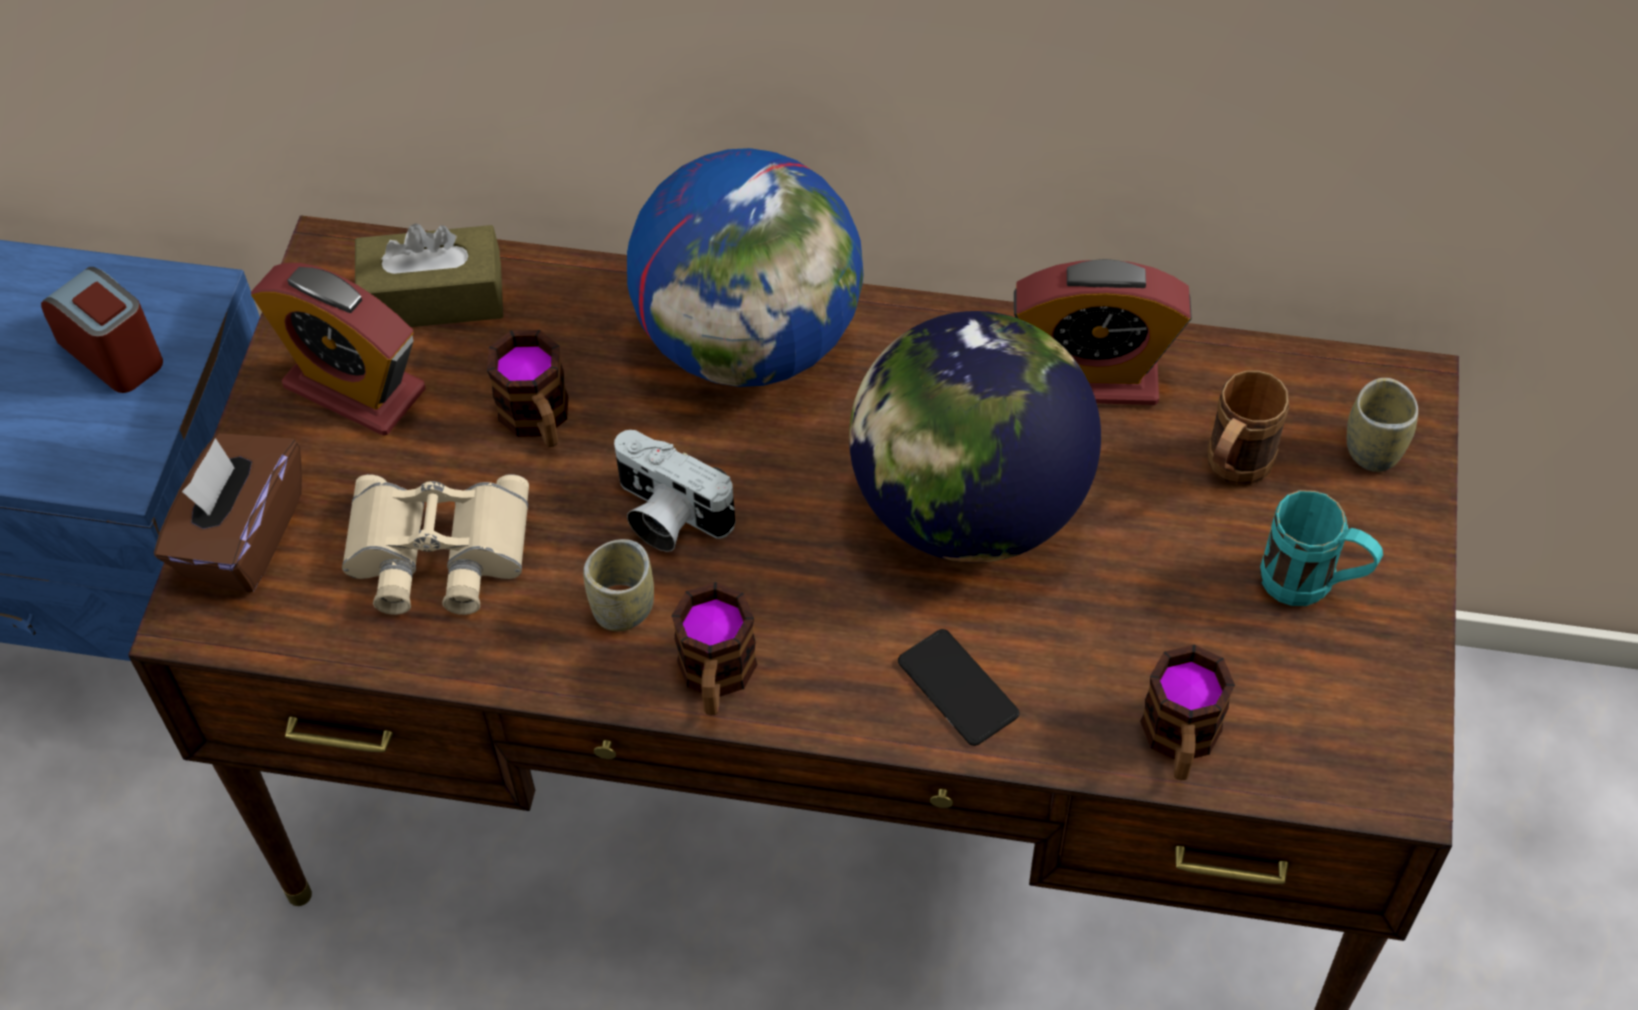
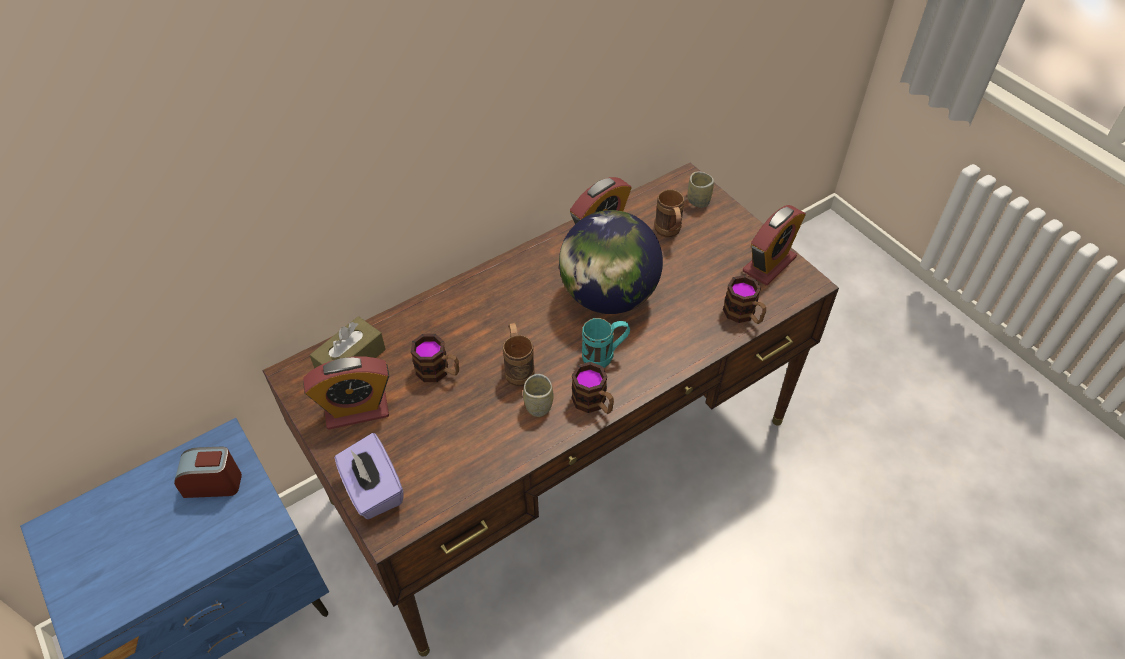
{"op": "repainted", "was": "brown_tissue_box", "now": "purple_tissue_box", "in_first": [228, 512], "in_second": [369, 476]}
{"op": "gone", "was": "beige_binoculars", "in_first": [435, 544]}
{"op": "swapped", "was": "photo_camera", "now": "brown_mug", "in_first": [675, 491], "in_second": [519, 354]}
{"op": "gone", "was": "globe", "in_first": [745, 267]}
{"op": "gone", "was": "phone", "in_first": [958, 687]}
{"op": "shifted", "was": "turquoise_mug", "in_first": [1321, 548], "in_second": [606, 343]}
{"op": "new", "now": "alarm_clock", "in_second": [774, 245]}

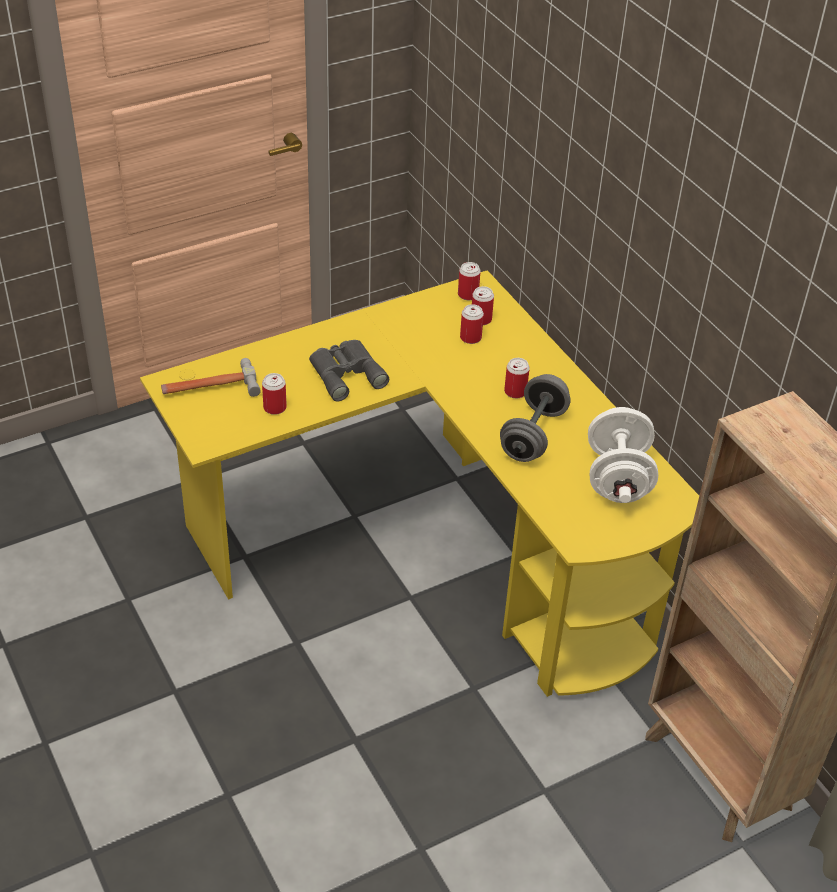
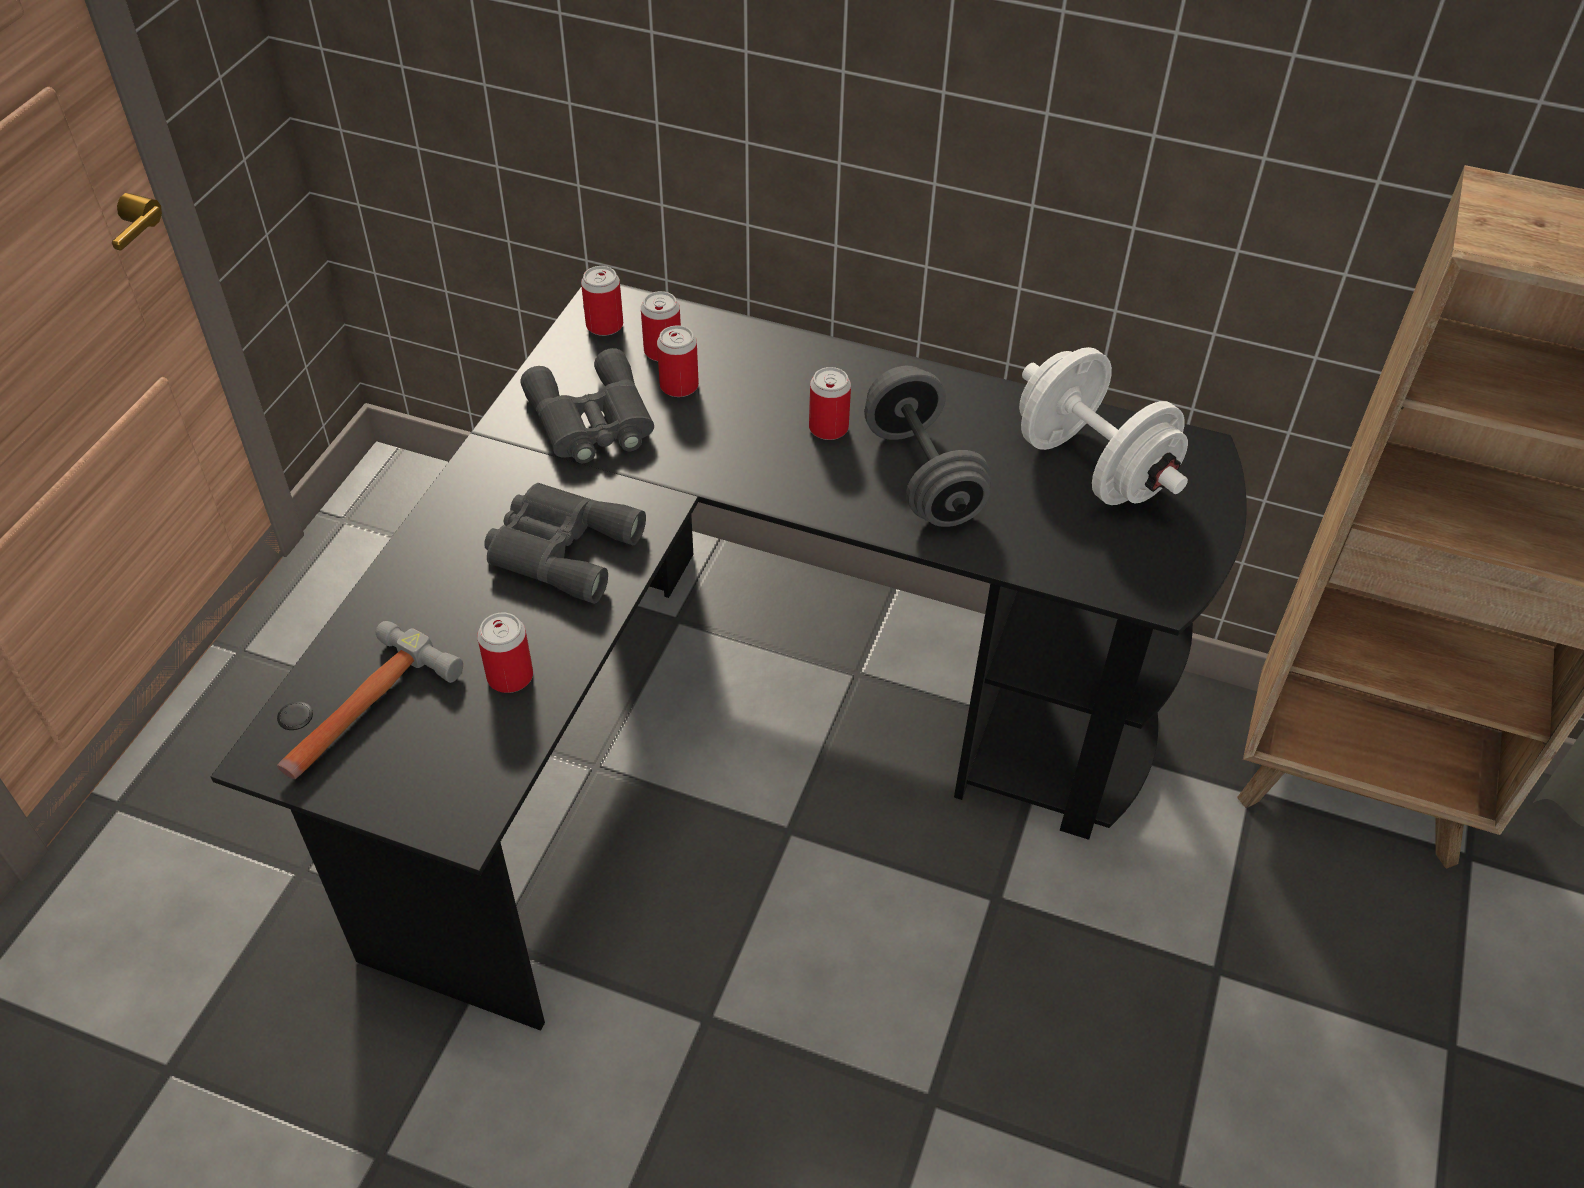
{"op": "repainted", "was": "yellow_desk", "now": "black_desk", "in_first": [419, 483], "in_second": [728, 657]}
{"op": "new", "now": "grey_binoculars", "in_second": [587, 405]}

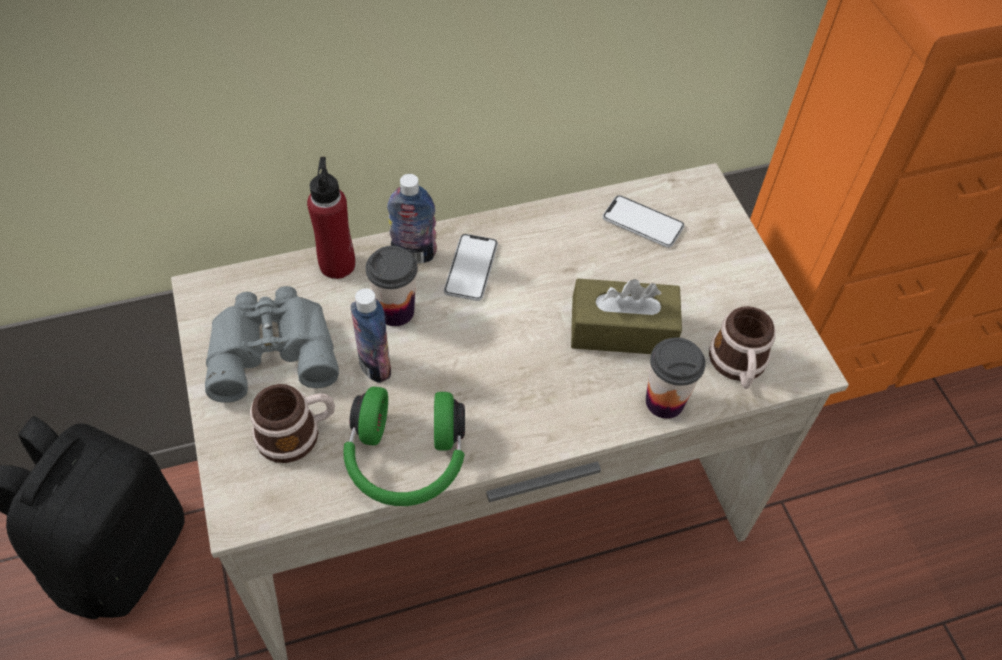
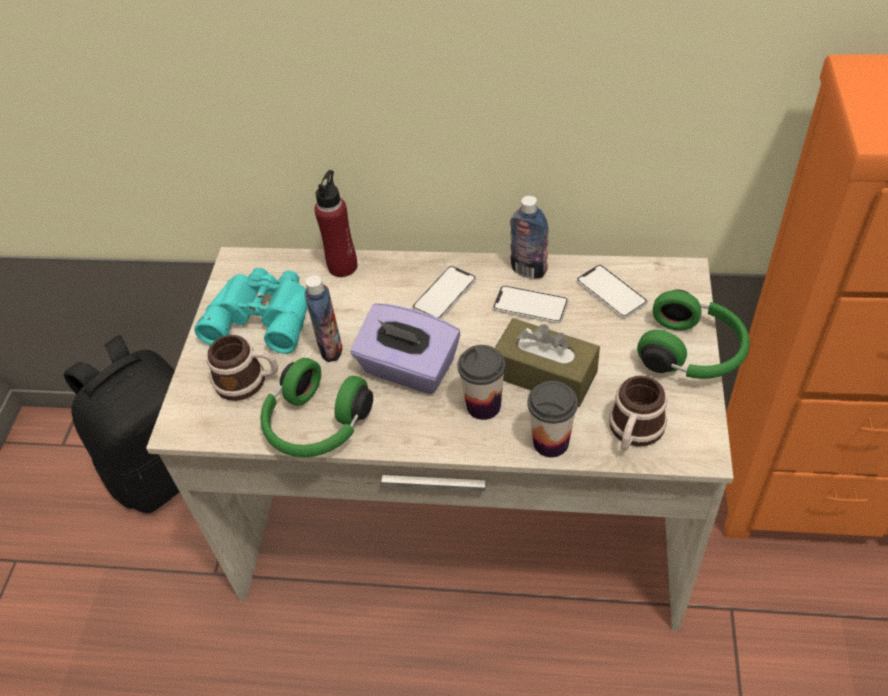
{"op": "repainted", "was": "grey_binoculars", "now": "turquoise_binoculars", "in_first": [272, 344], "in_second": [250, 311]}
{"op": "shifted", "was": "cup", "in_first": [392, 286], "in_second": [481, 382]}
{"op": "shifted", "was": "bottle", "in_first": [412, 219], "in_second": [529, 237]}
{"op": "new", "now": "purple_tissue_box", "in_second": [405, 348]}
{"op": "new", "now": "phone", "in_second": [531, 304]}
{"op": "new", "now": "green_headphones", "in_second": [693, 334]}

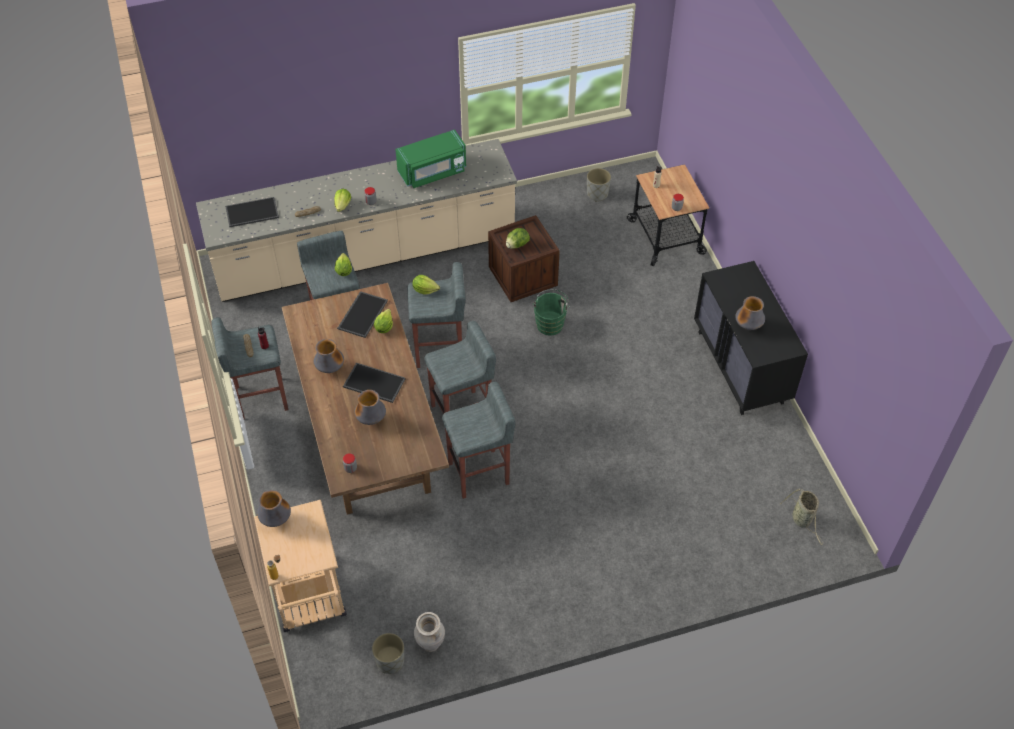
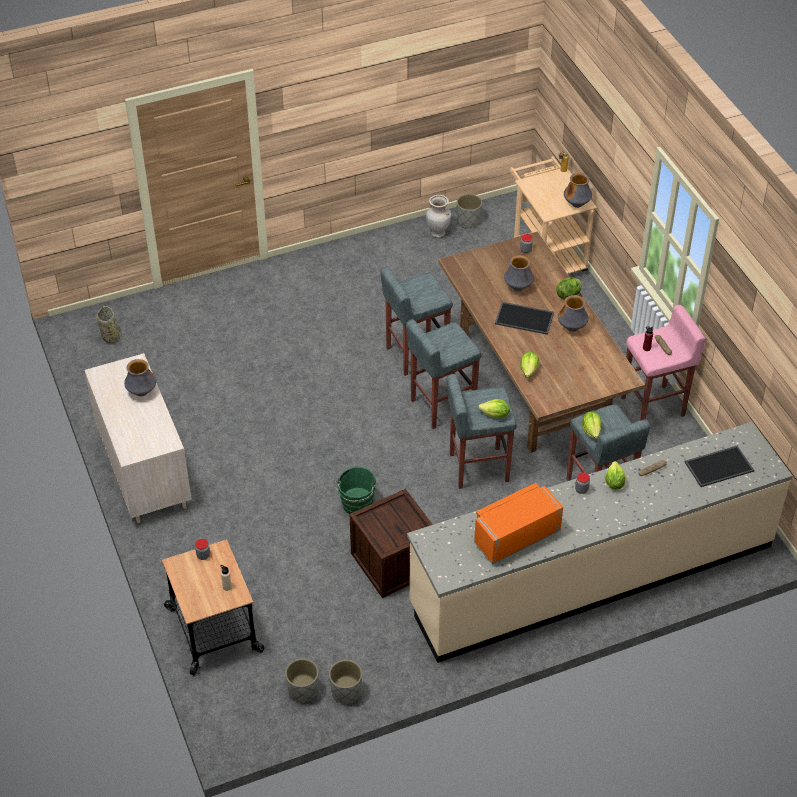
{"op": "repainted", "was": "grey_stool", "now": "pink_stool", "in_first": [249, 368], "in_second": [663, 363]}
{"op": "gone", "was": "tray", "in_first": [362, 314]}
{"op": "repainted", "was": "green_microwave", "now": "orange_microwave", "in_first": [430, 158], "in_second": [518, 524]}
{"op": "shifted", "was": "lettuce", "in_first": [518, 238], "in_second": [568, 288]}
{"op": "repainted", "was": "black_dresser", "now": "beige_dresser", "in_first": [751, 338], "in_second": [138, 438]}
{"op": "new", "now": "grey_planter", "in_second": [345, 682]}

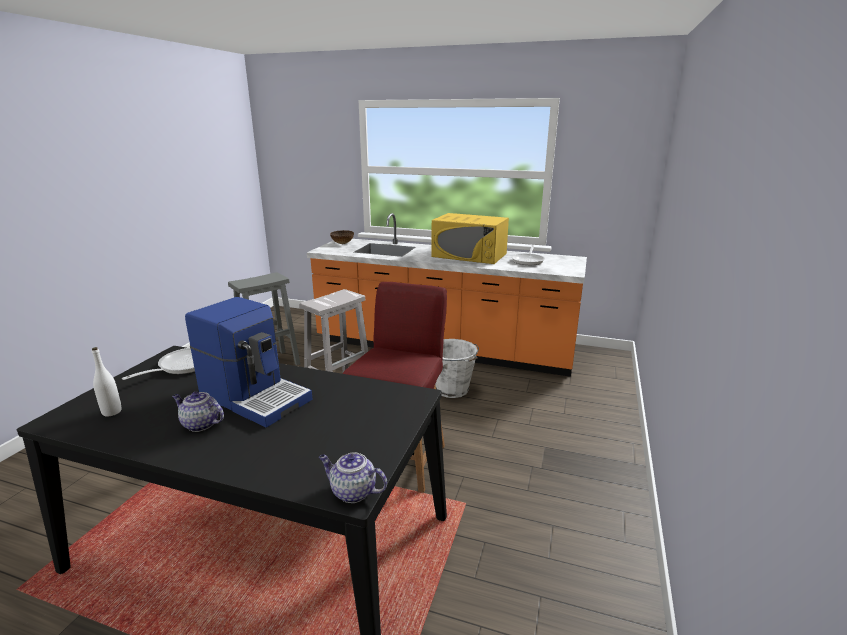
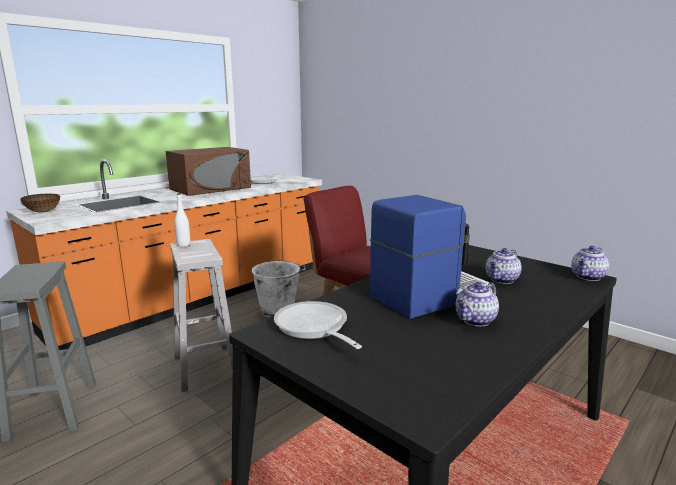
{"op": "shifted", "was": "white_bottle", "in_first": [107, 381], "in_second": [182, 220]}
{"op": "repainted", "was": "yellow_microwave", "now": "brown_microwave", "in_first": [470, 238], "in_second": [208, 171]}
{"op": "new", "now": "teapot", "in_second": [504, 266]}

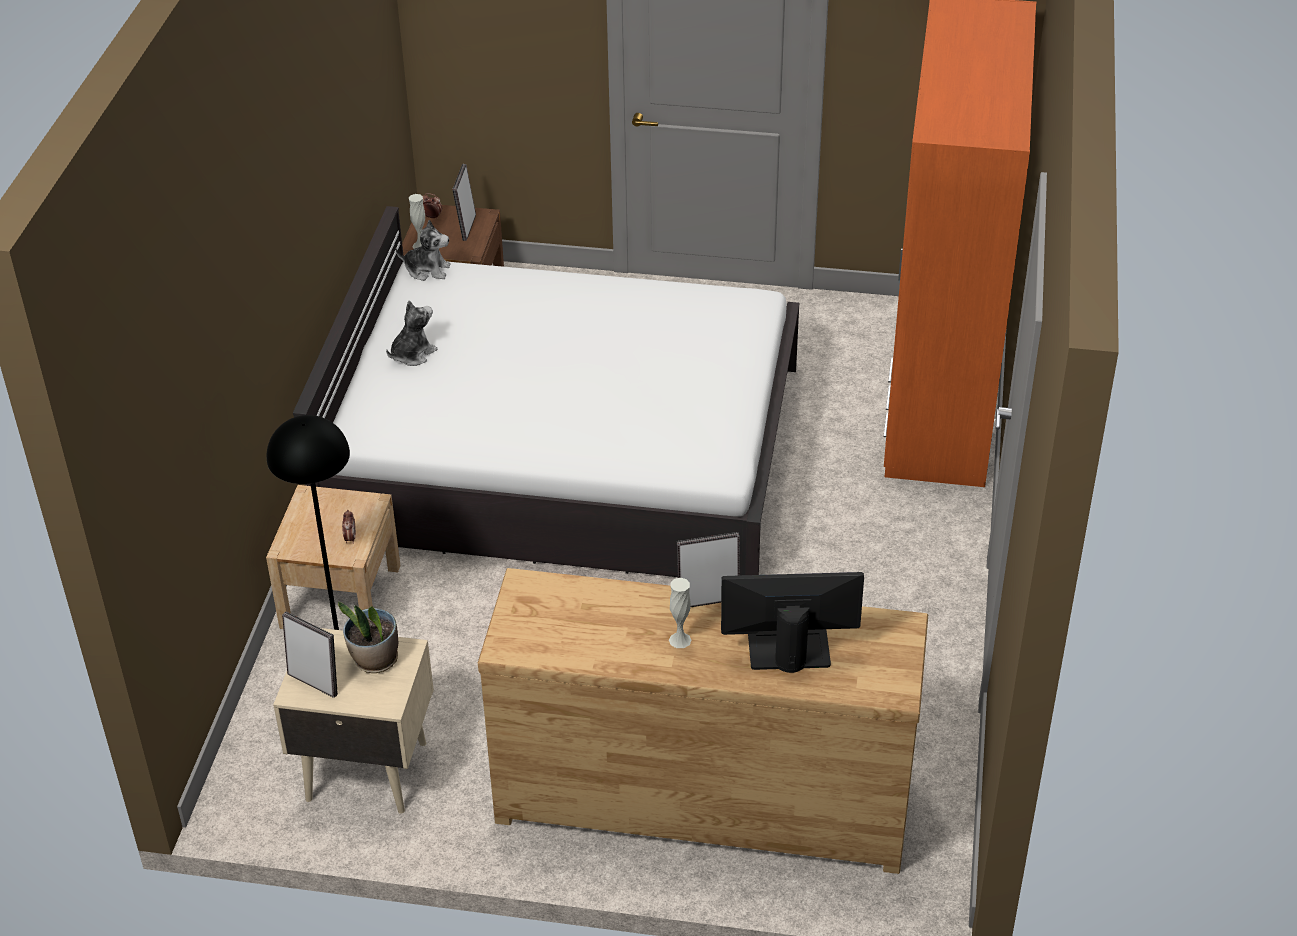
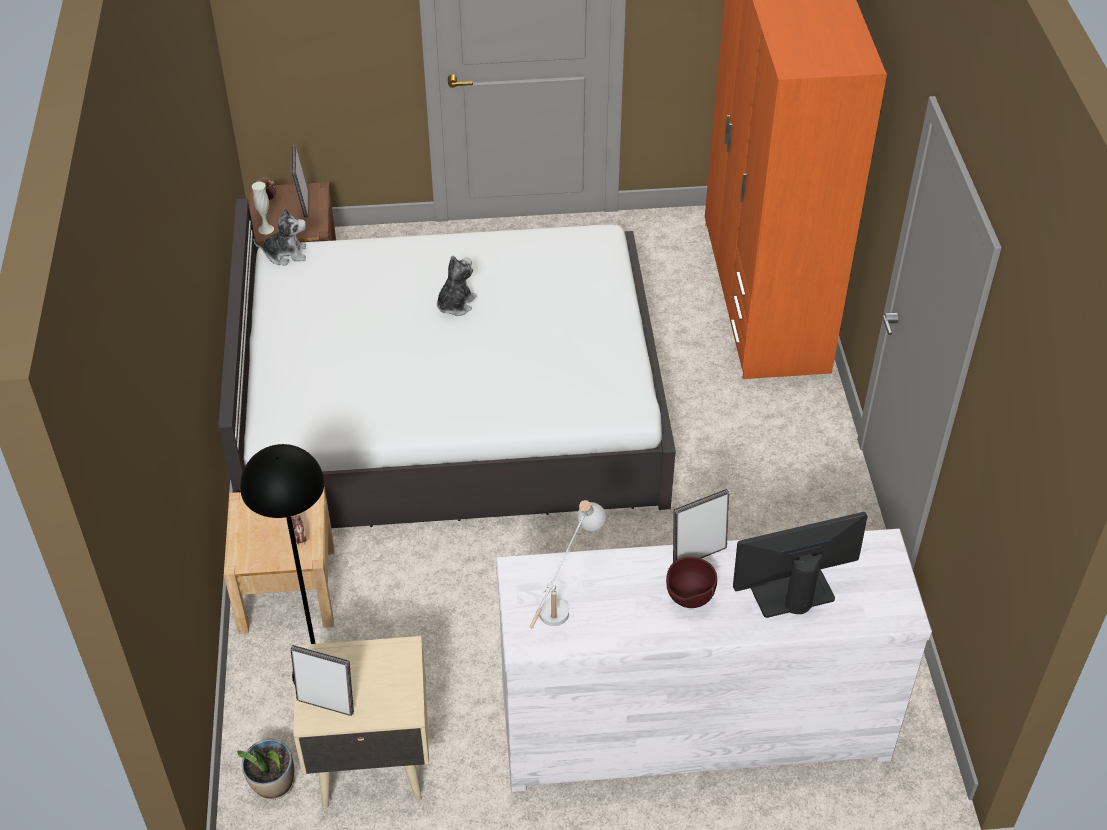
{"op": "shifted", "was": "potted_plant", "in_first": [368, 637], "in_second": [265, 769]}
{"op": "shifted", "was": "plush_toy", "in_first": [412, 333], "in_second": [457, 286]}
{"op": "repainted", "was": "brown_dresser", "now": "white_dresser", "in_first": [703, 721], "in_second": [714, 660]}
{"op": "swapped", "was": "white_vase", "now": "brown_bowl", "in_first": [680, 613], "in_second": [691, 582]}
{"op": "new", "now": "white_table_lamp", "in_second": [568, 564]}

